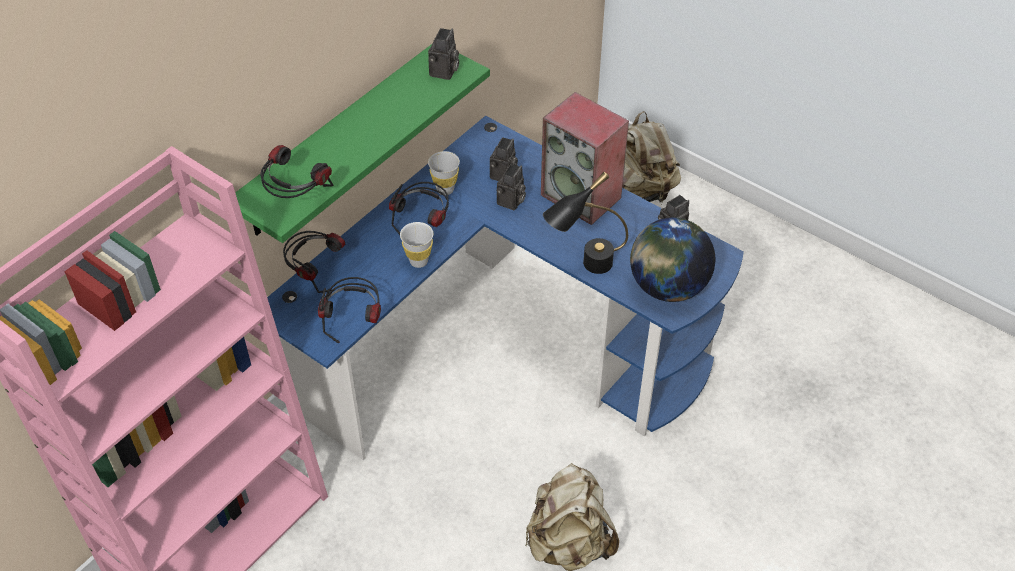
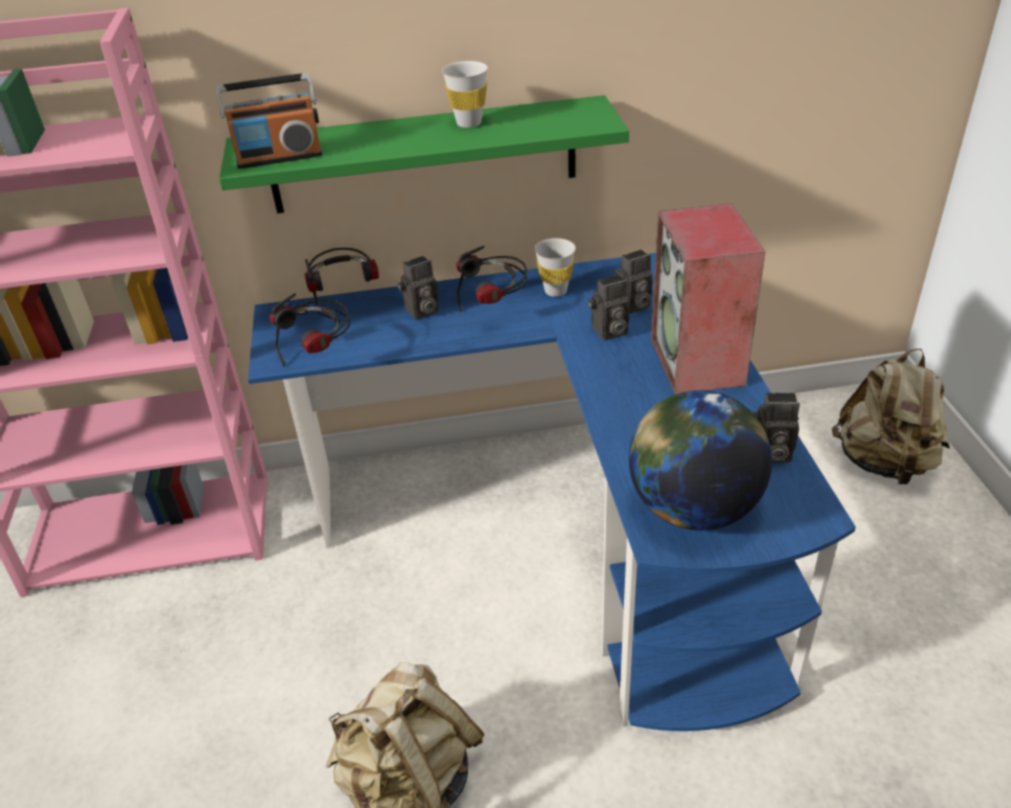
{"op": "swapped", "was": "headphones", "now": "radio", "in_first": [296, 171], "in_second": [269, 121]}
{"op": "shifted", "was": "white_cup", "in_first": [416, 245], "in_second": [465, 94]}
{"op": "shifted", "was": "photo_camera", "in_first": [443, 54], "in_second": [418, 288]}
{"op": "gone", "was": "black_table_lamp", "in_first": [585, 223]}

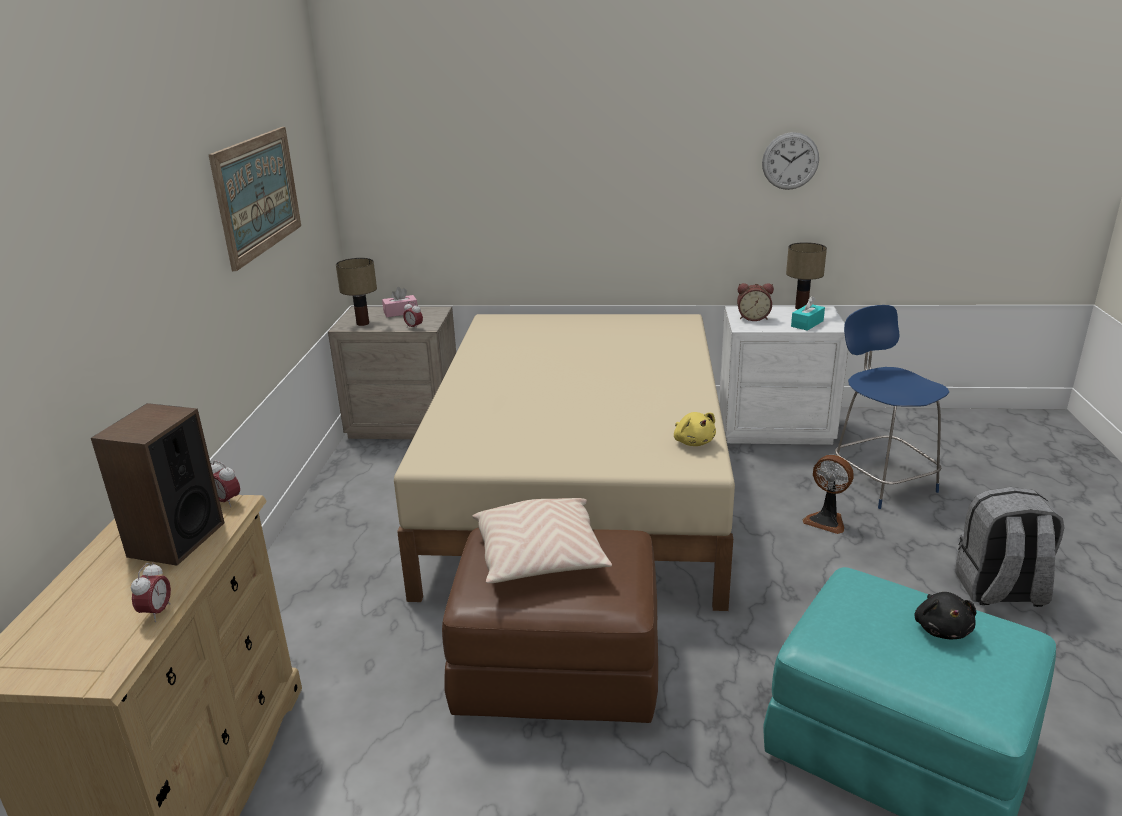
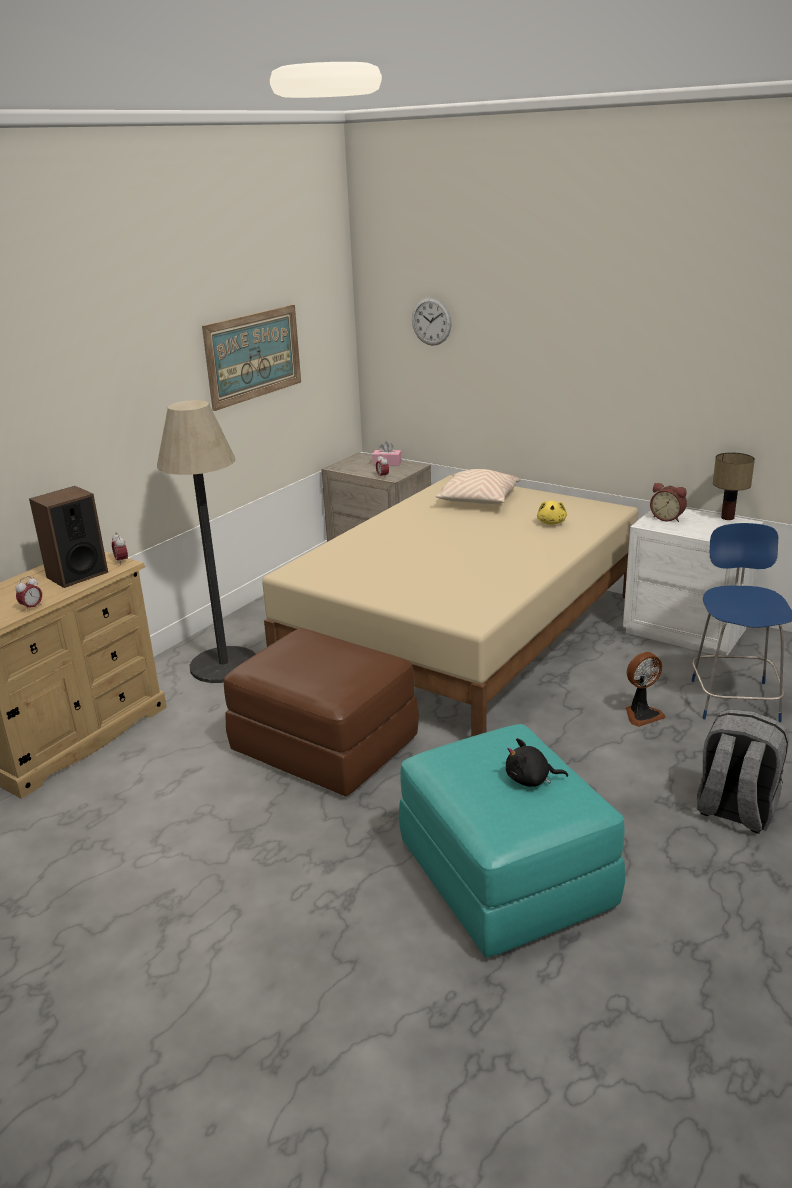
{"op": "gone", "was": "table_lamp", "in_first": [356, 292]}
{"op": "shifted", "was": "beige_pillow", "in_first": [542, 540], "in_second": [478, 486]}
{"op": "shifted", "was": "yellow_plush_toy", "in_first": [695, 429], "in_second": [552, 513]}
{"op": "shifted", "was": "wall_clock", "in_first": [790, 161], "in_second": [432, 321]}
{"op": "gone", "was": "turquoise_tissue_box", "in_first": [808, 313]}
{"op": "rotated", "was": "fan", "in_first": [828, 494], "in_second": [646, 689], "clockwise": -90}
{"op": "rotated", "was": "black_plush_toy", "in_first": [945, 615], "in_second": [537, 762], "clockwise": 60}
{"op": "new", "now": "floor_lamp", "in_second": [206, 541]}

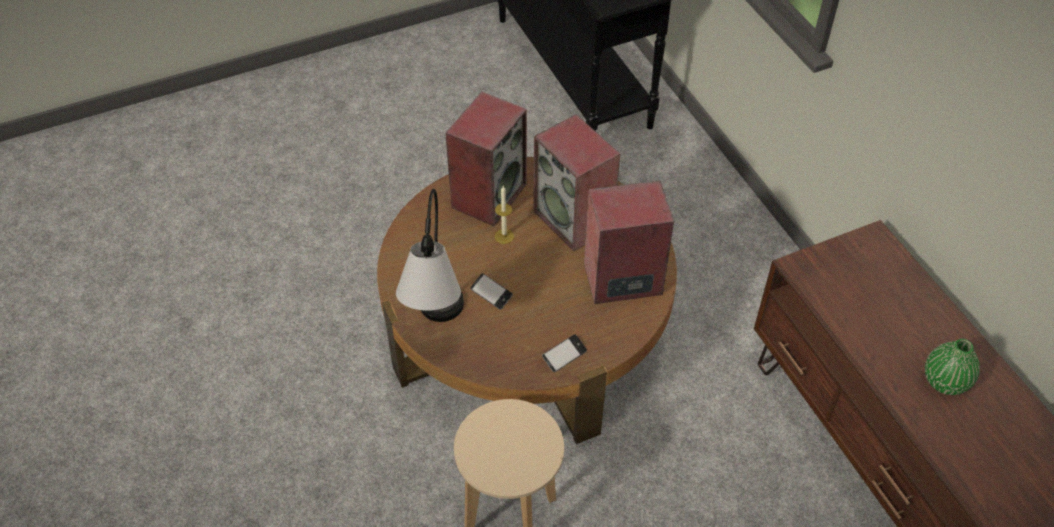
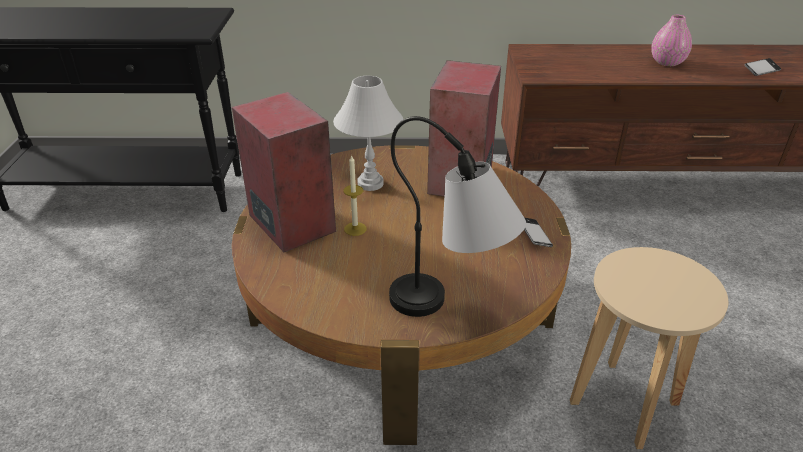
{"op": "shifted", "was": "phone", "in_first": [491, 291], "in_second": [763, 67]}
{"op": "swapped", "was": "speaker", "now": "white_table_lamp", "in_first": [576, 182], "in_second": [368, 133]}
{"op": "repainted", "was": "green_vase", "now": "pink_vase", "in_first": [952, 367], "in_second": [671, 40]}

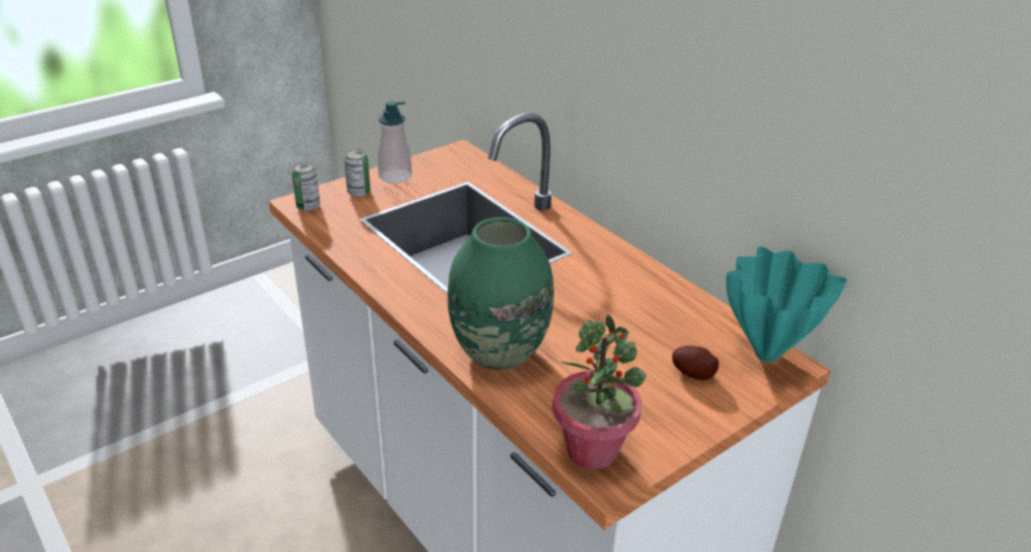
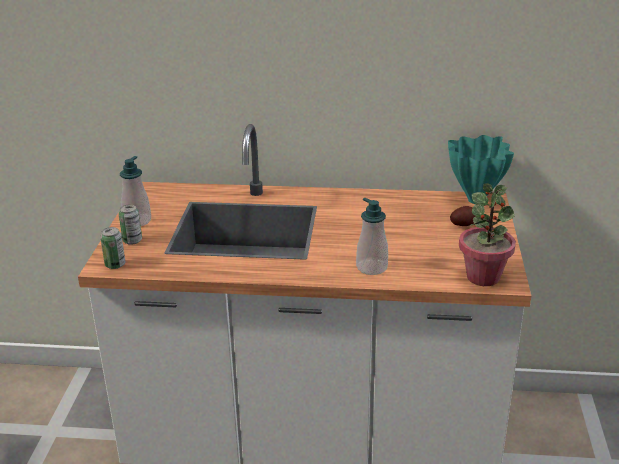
{"op": "swapped", "was": "green_vase", "now": "soap_dispenser", "in_first": [501, 294], "in_second": [372, 236]}

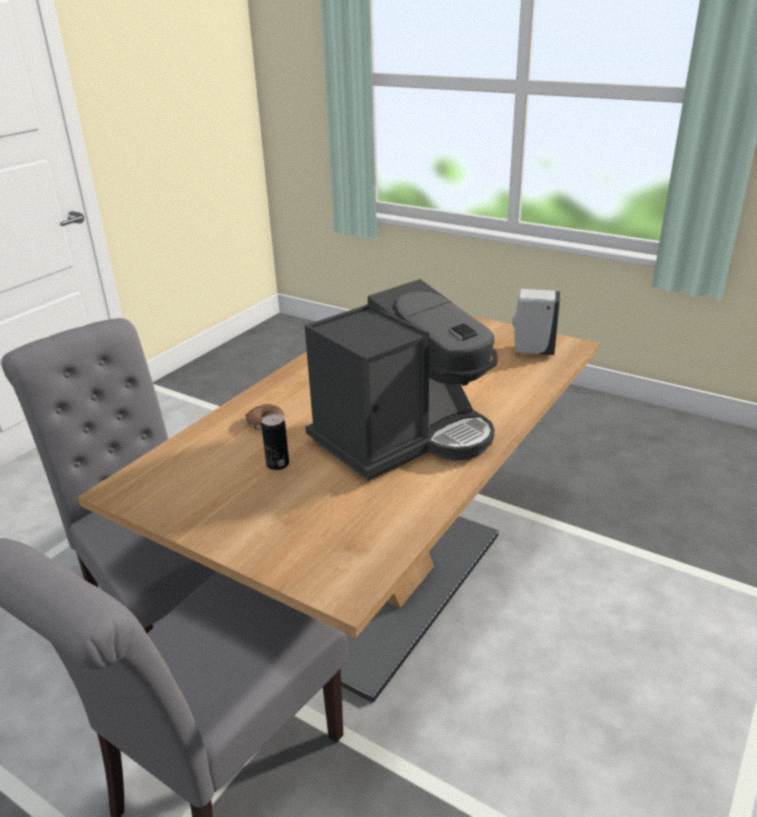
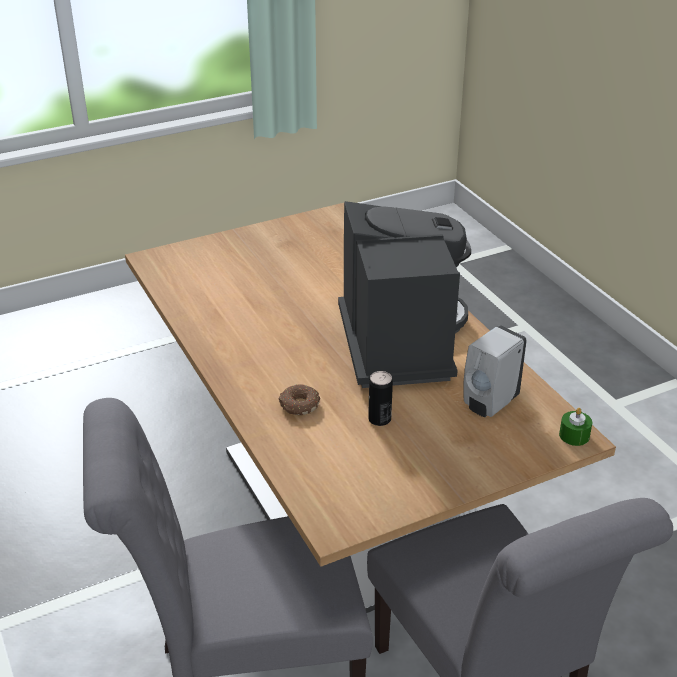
{"op": "shifted", "was": "white_soap_dispenser", "in_first": [536, 322], "in_second": [495, 371]}
{"op": "new", "now": "green_candle", "in_second": [575, 427]}

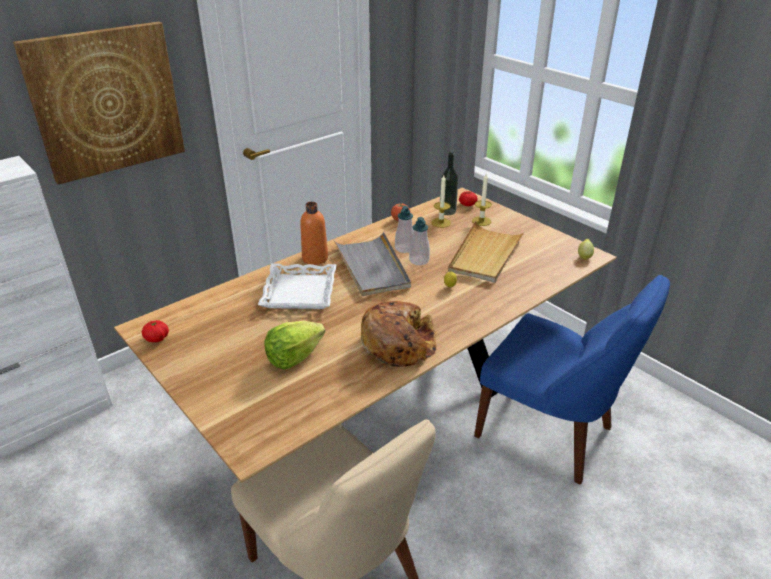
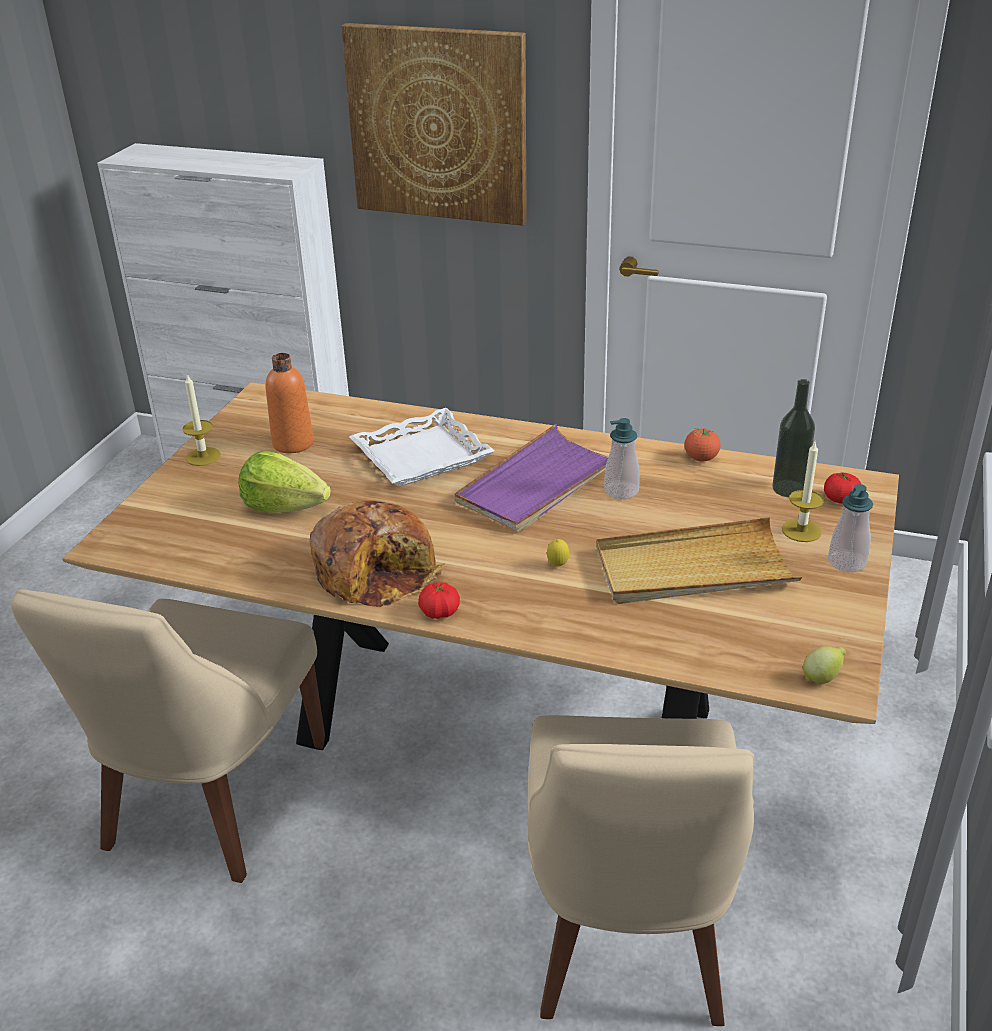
{"op": "shifted", "was": "tomato", "in_first": [155, 331], "in_second": [439, 600]}
{"op": "shifted", "was": "orange_bottle", "in_first": [314, 233], "in_second": [290, 403]}
{"op": "repainted", "was": "grey_tray", "now": "purple_tray", "in_first": [372, 264], "in_second": [531, 478]}
{"op": "shifted", "was": "soap_dispenser", "in_first": [419, 241], "in_second": [850, 528]}
{"op": "shifted", "was": "candle", "in_first": [441, 201], "in_second": [201, 420]}
{"op": "repainted", "was": "blue_chair", "now": "beige_chair", "in_first": [572, 380], "in_second": [640, 870]}

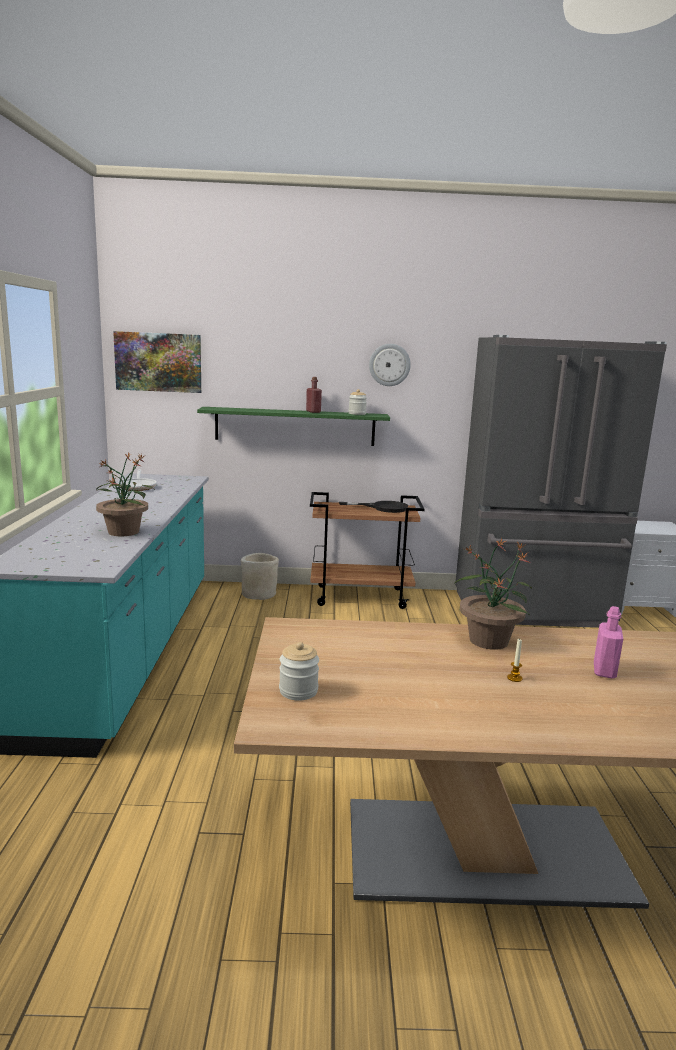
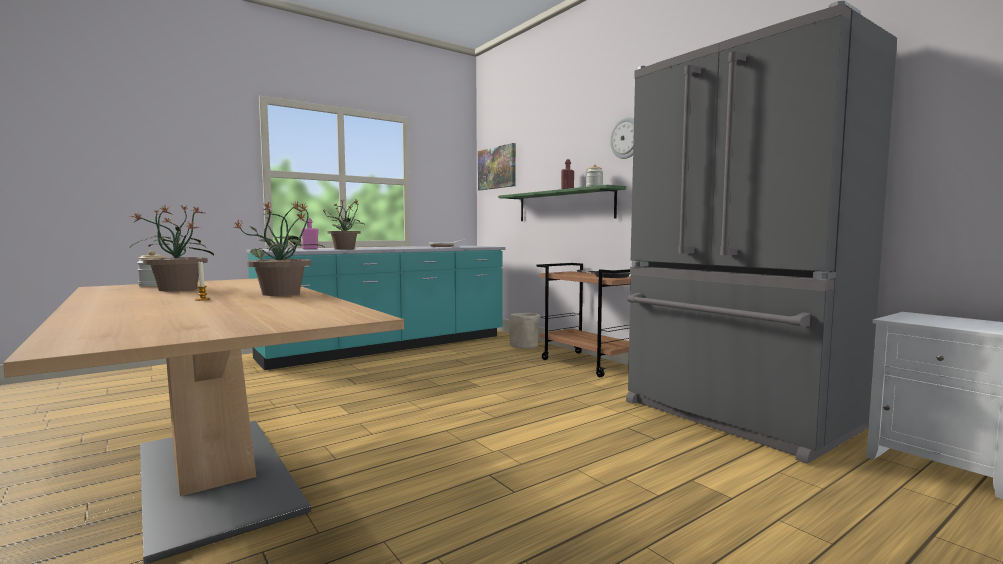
{"op": "shifted", "was": "pink_bottle", "in_first": [608, 642], "in_second": [309, 233]}
{"op": "new", "now": "potted_plant", "in_second": [172, 248]}

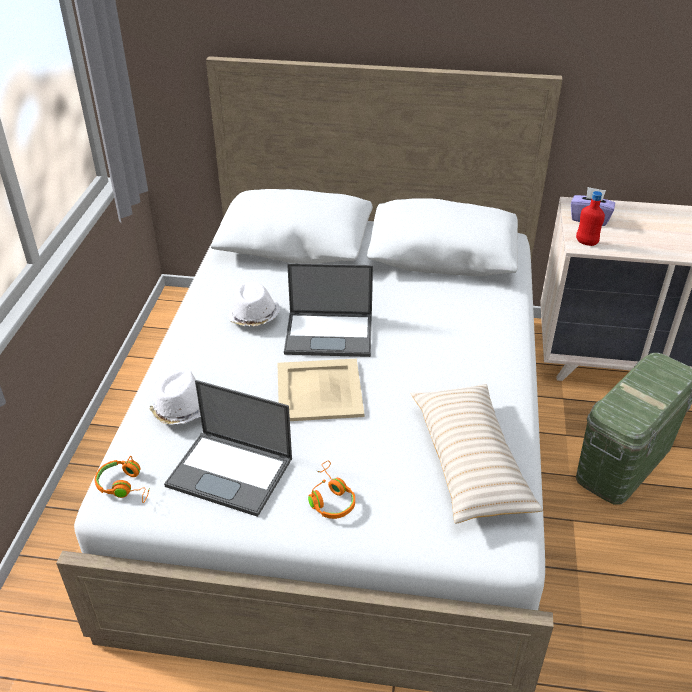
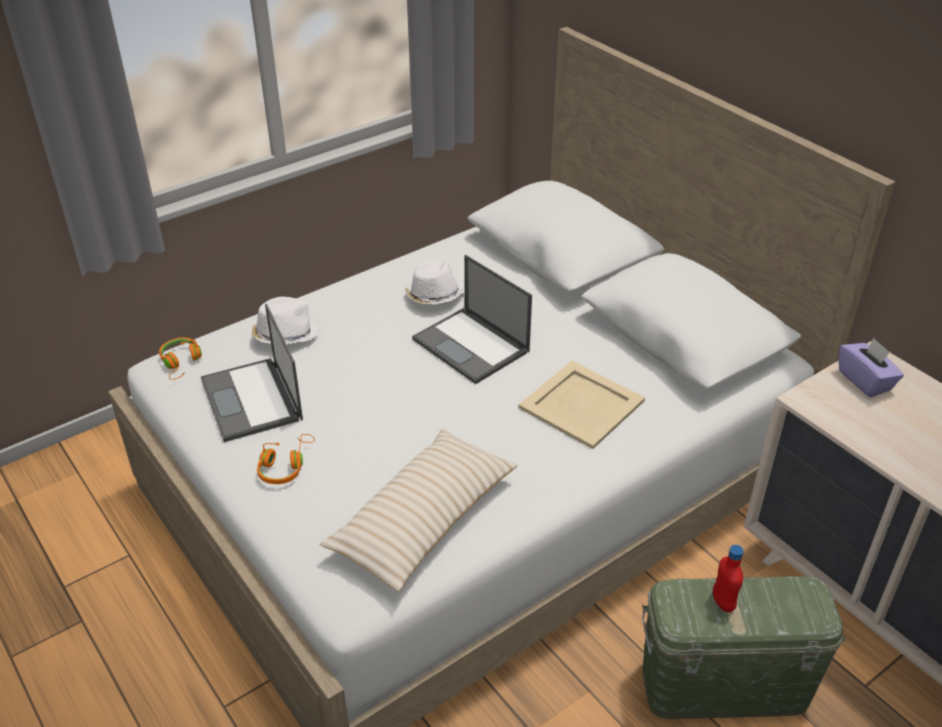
{"op": "shifted", "was": "beige_tray", "in_first": [320, 390], "in_second": [581, 405]}
{"op": "shifted", "was": "red_bottle", "in_first": [590, 218], "in_second": [728, 578]}

